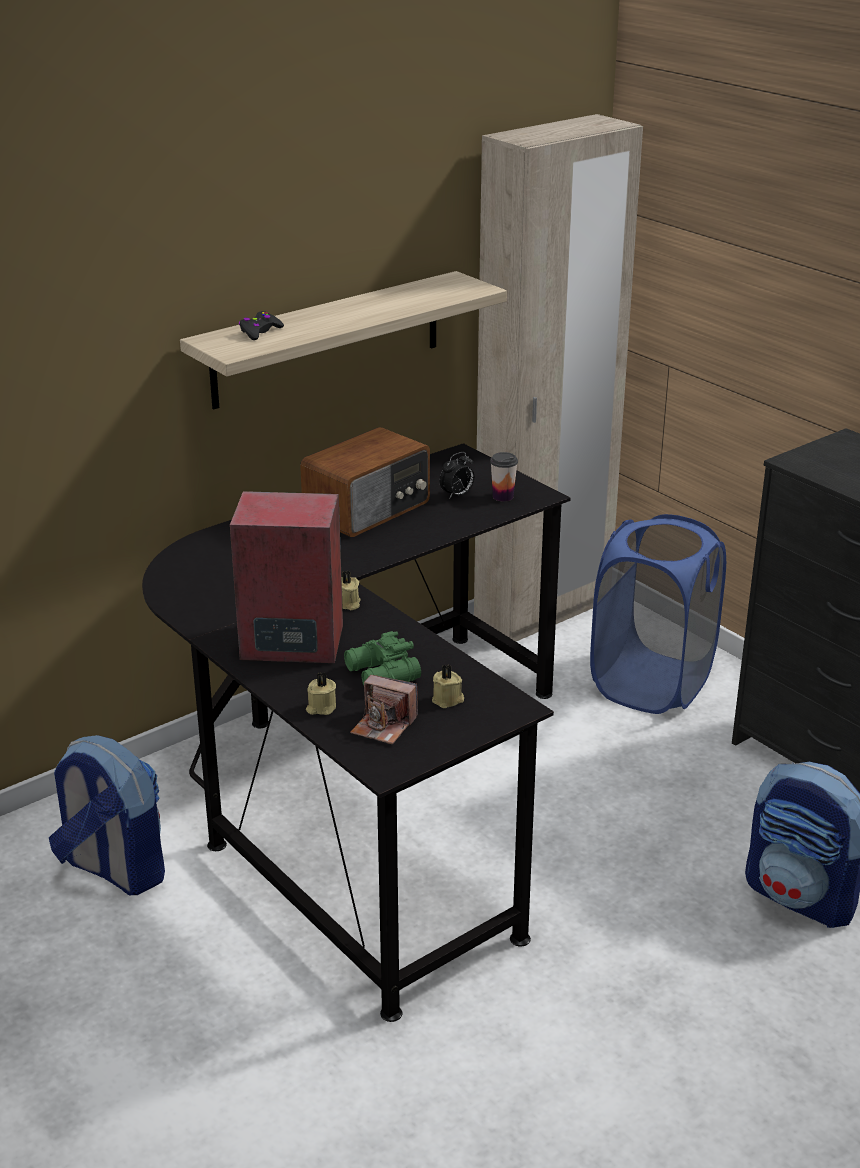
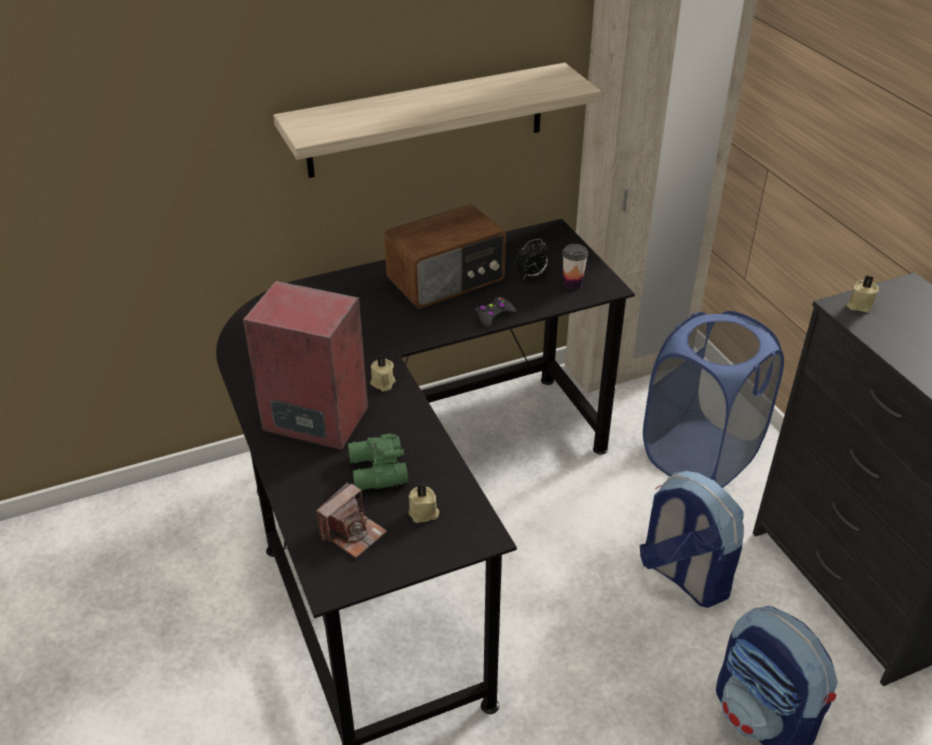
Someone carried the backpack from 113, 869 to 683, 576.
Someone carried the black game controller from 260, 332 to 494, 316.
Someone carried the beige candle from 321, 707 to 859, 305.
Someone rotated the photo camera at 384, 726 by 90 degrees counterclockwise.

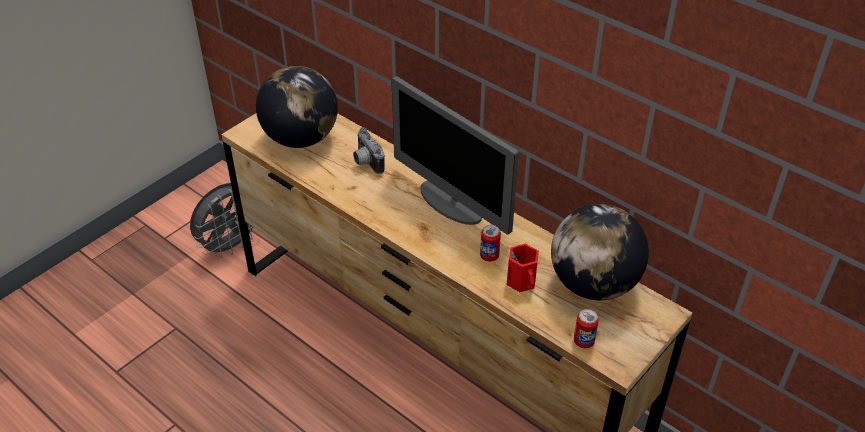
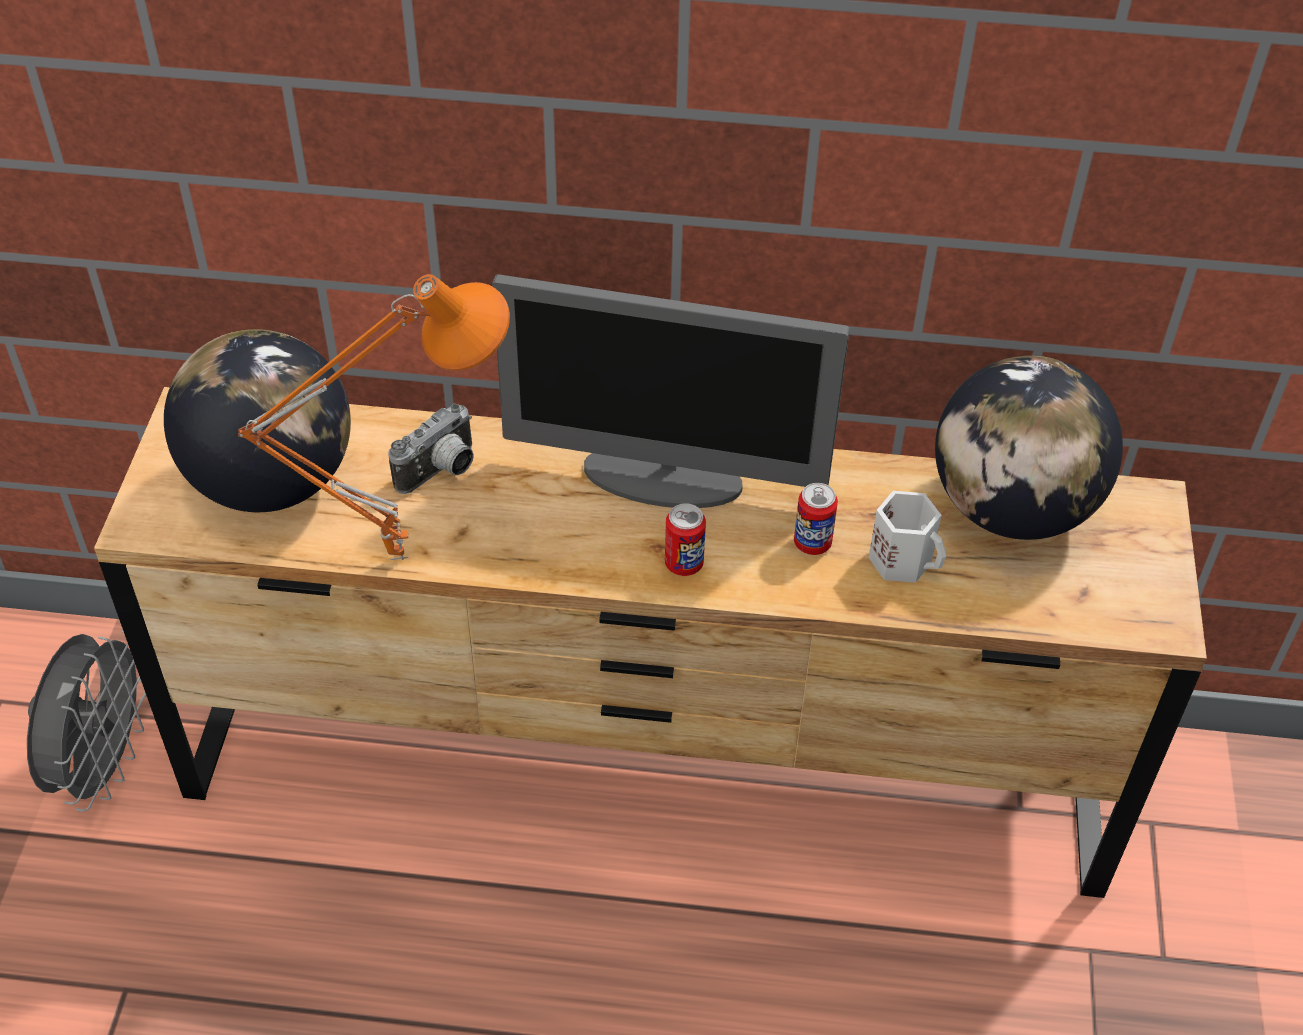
Someone rotated the photo camera at 366, 162 by 75 degrees counterclockwise.
Someone repainted the red mug at 522, 281, which became the white mug at 903, 560.
Someone carried the can from 583, 341 to 684, 564.
Someone put down the orange table lamp at 398, 553.

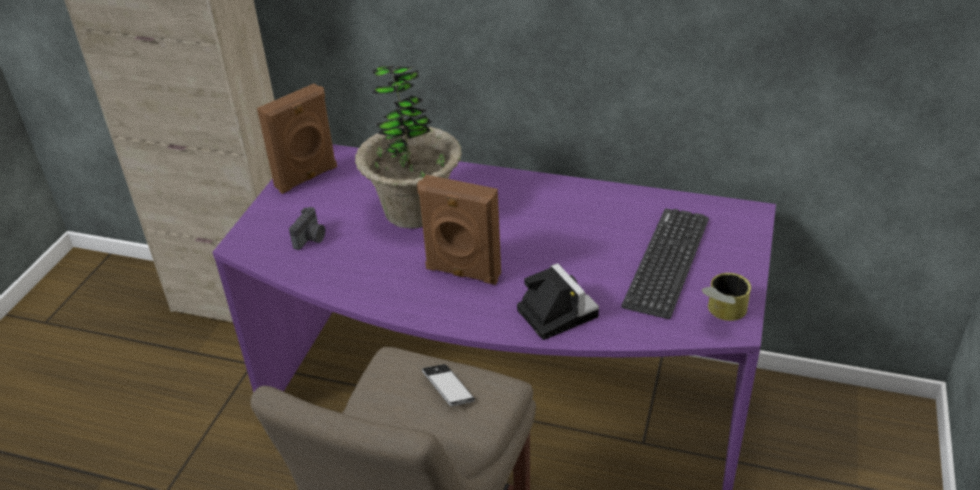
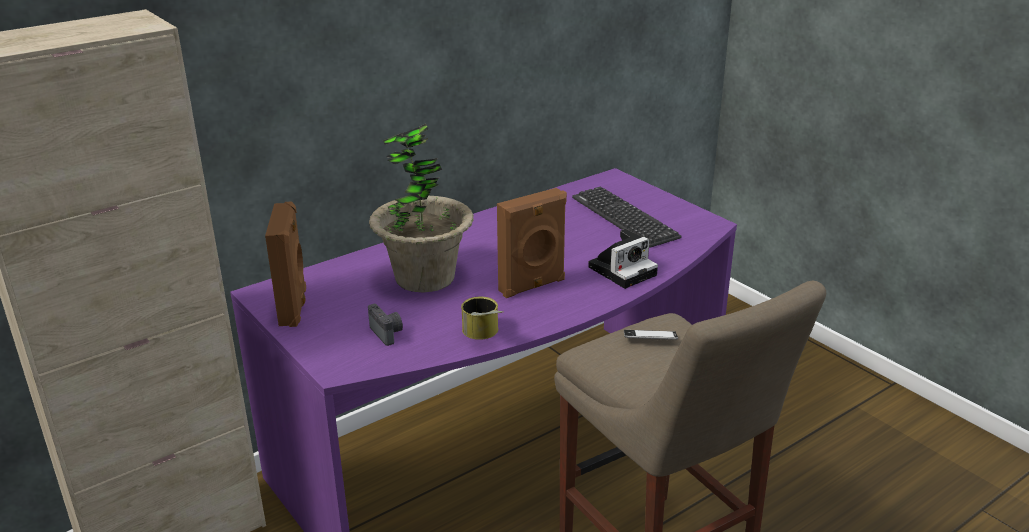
Someone rotated the photo camera at 554, 312 by 135 degrees clockwise.
Someone carried the can from 721, 314 to 482, 335.

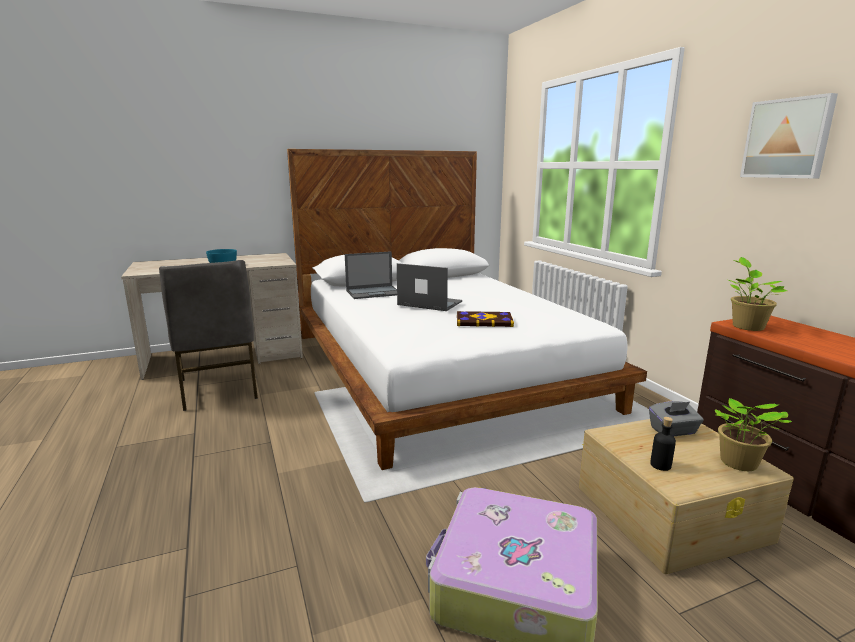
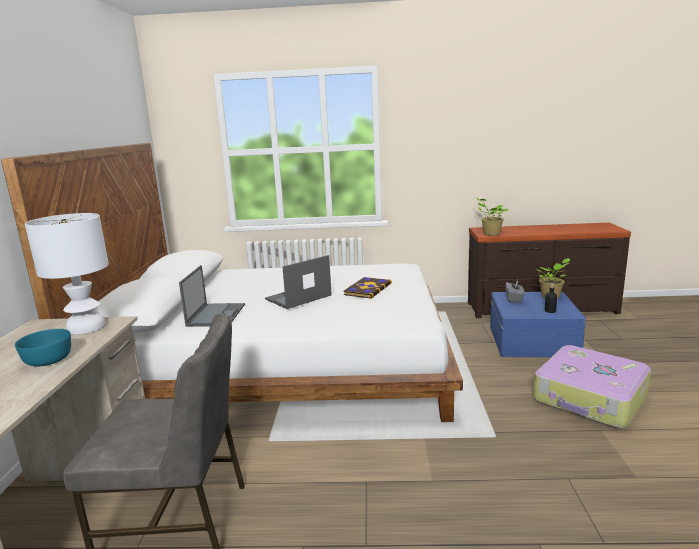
Someone repainted the beige storage box at 672, 512, which became the blue storage box at 532, 340.
Someone took away the picture at 787, 138.
Someone put down the white table lamp at 86, 327.

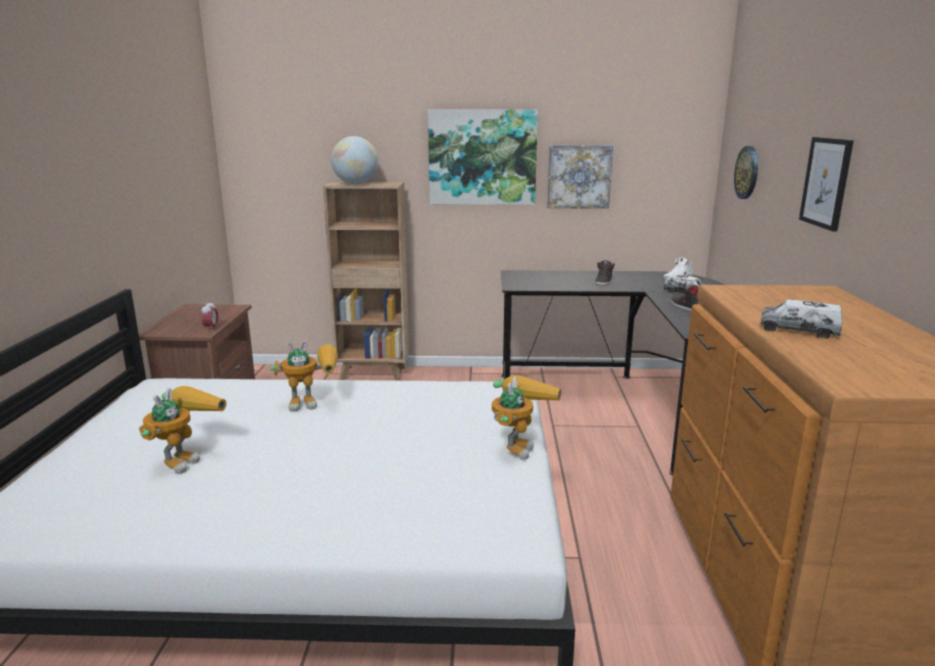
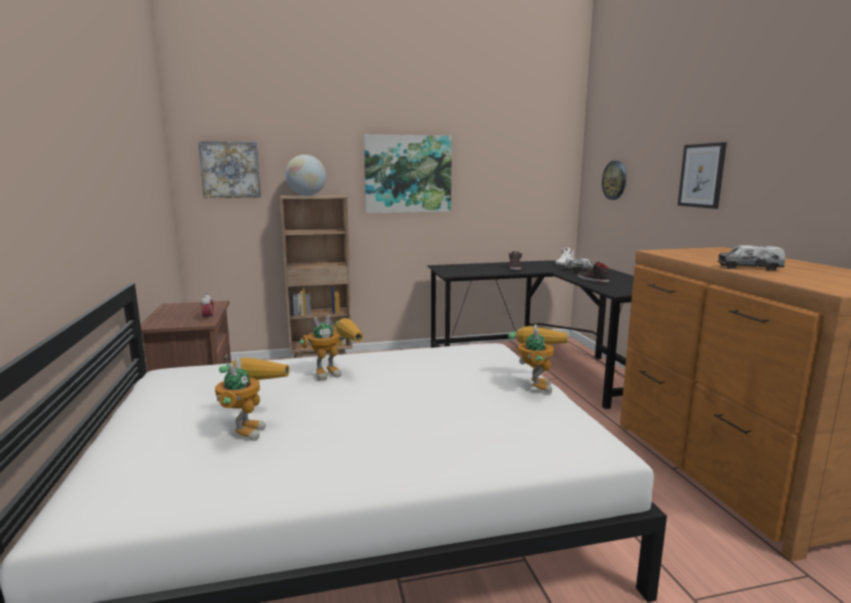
Someone carried the picture from 579, 176 to 230, 170.

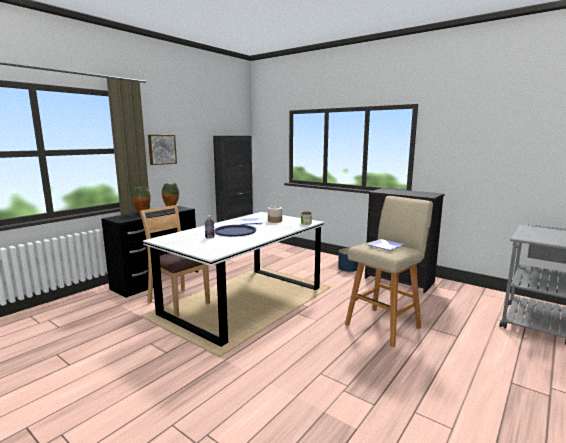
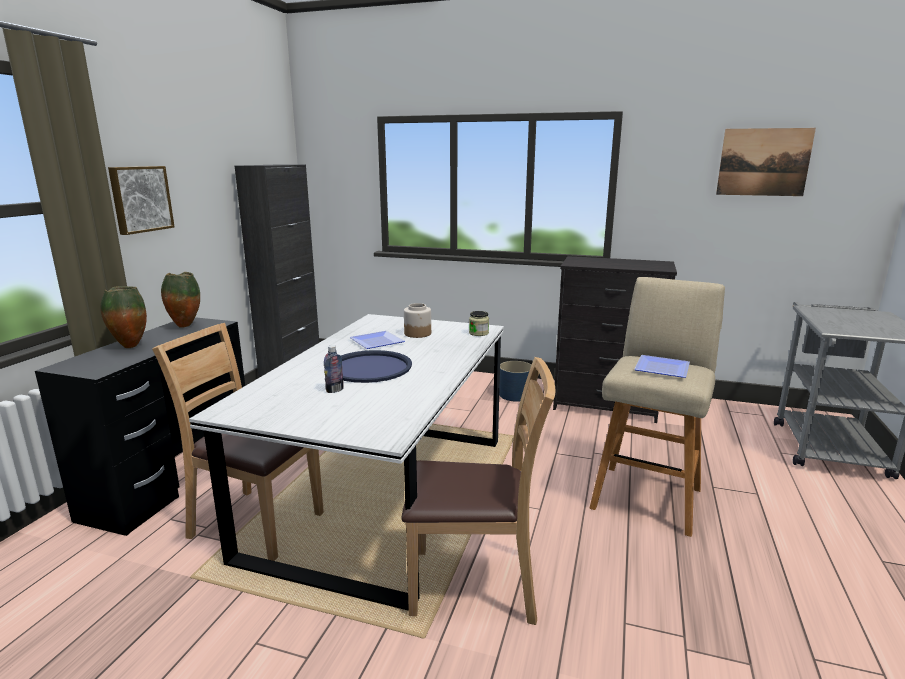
Someone put down the brown chair at 475, 583.
Someone put up the picture at 763, 162.

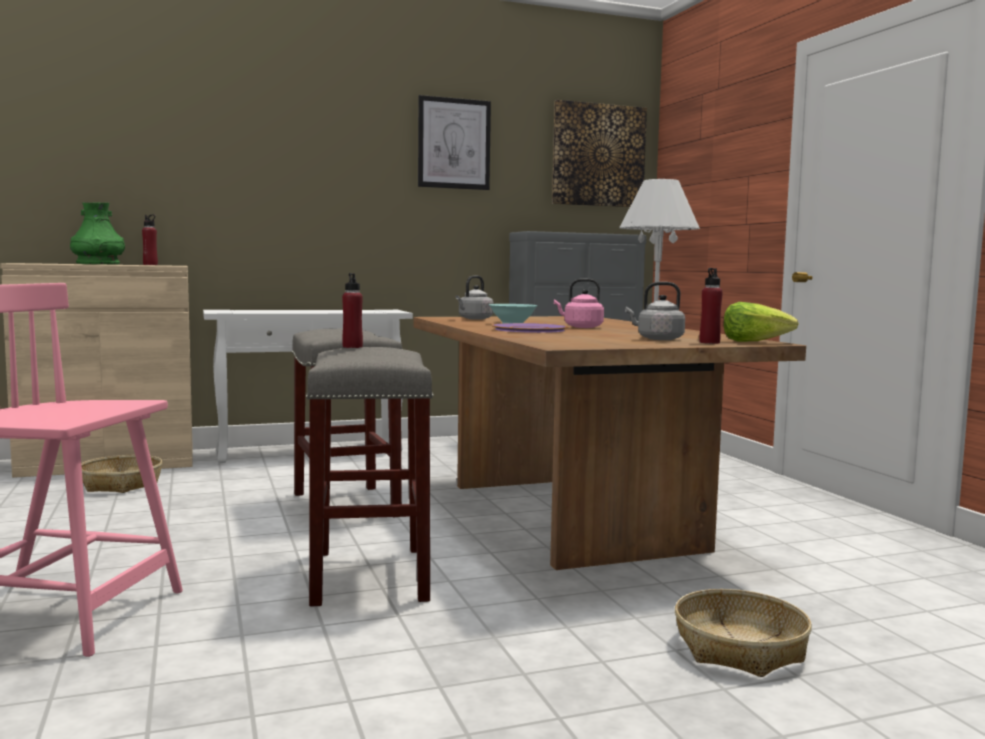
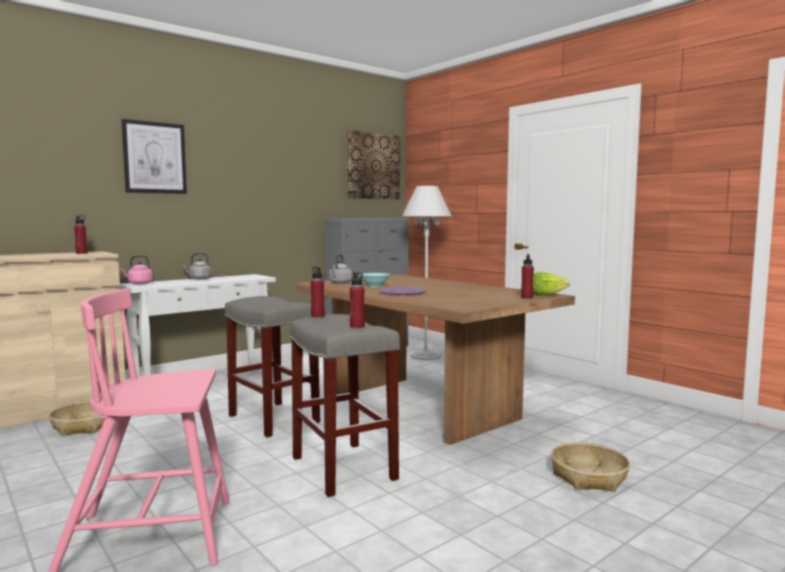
Someone took away the green vase at 98, 264.
Someone carried the picture from 454, 143 to 155, 158.
Someone carried the pink kettle from 581, 327 to 139, 283.
Someone carried the grey kettle from 657, 339 to 199, 279.
Someone put down the red bottle at 357, 326.

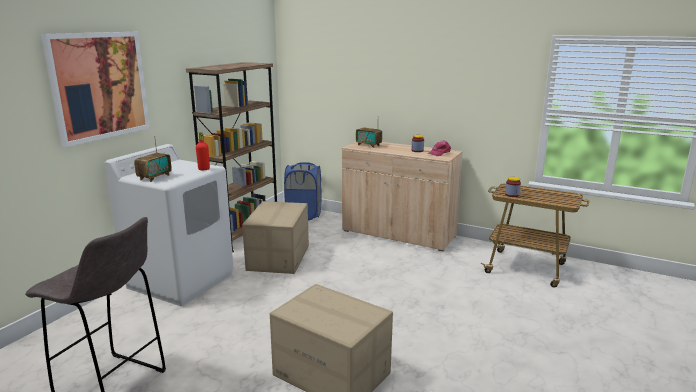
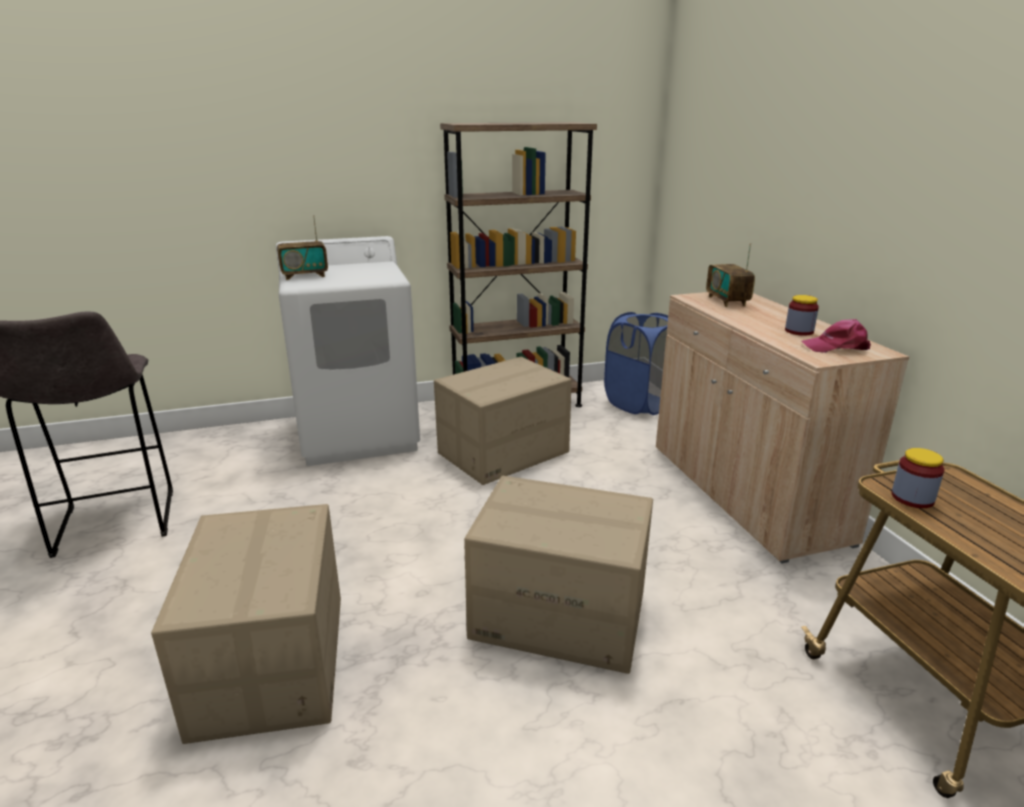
Someone took away the picture at 99, 86.
Someone took away the red bottle at 204, 169.
Someone put down the cardboard box at 559, 614.

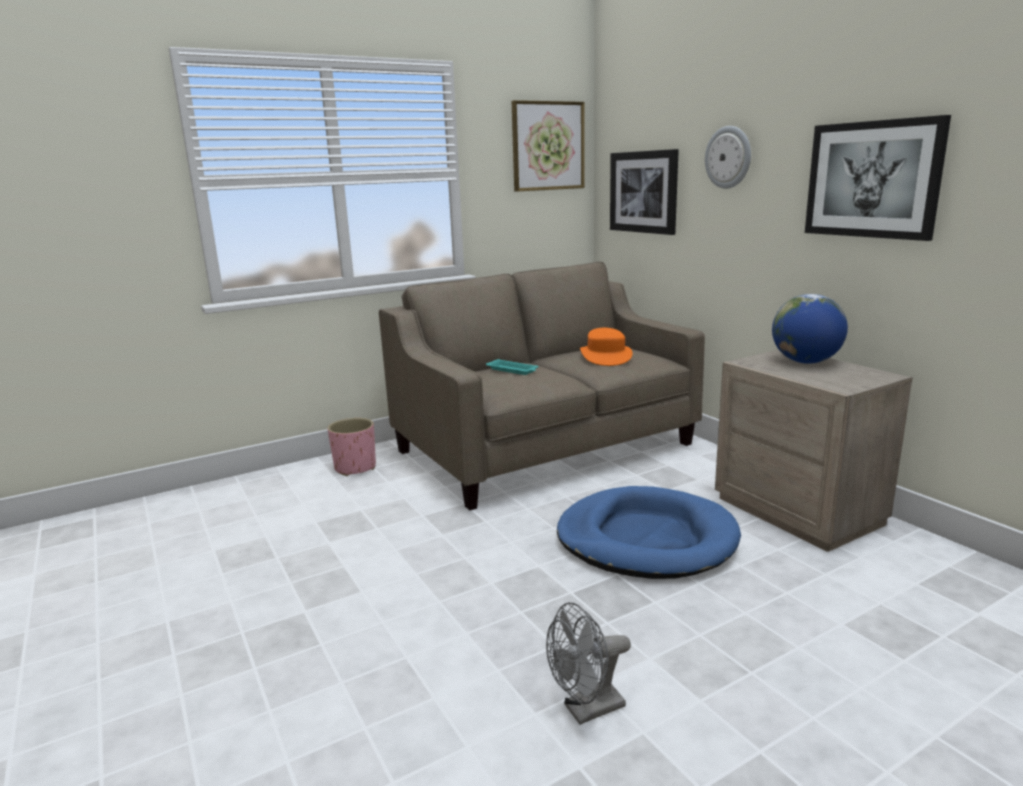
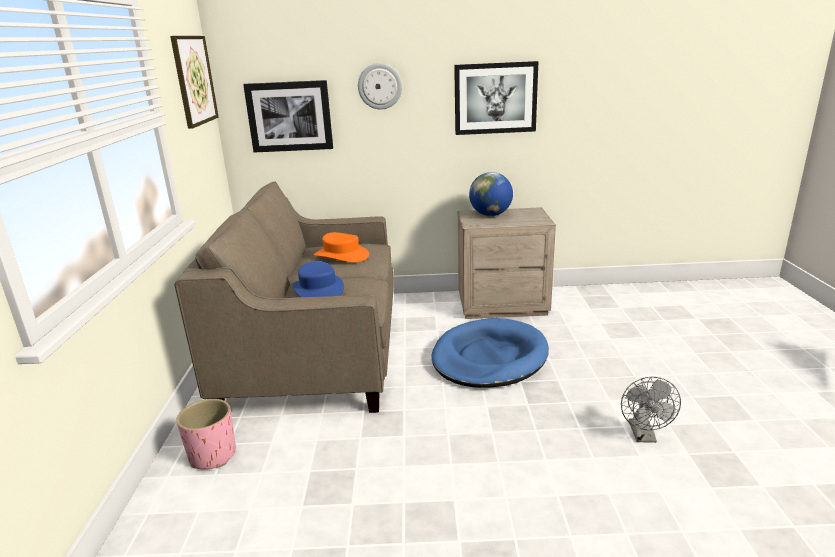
Someone swapped the turquoise tray at 513, 370 for the blue hat at 318, 290.

